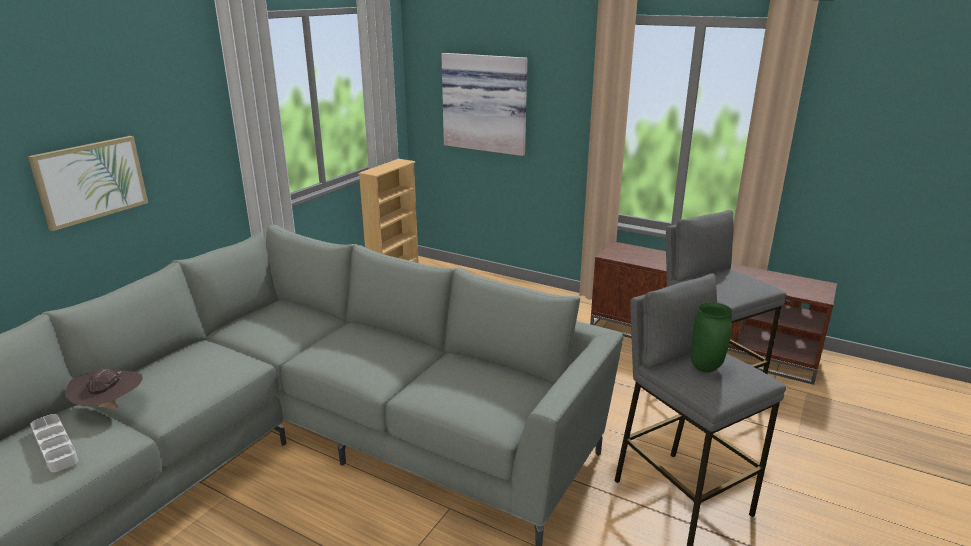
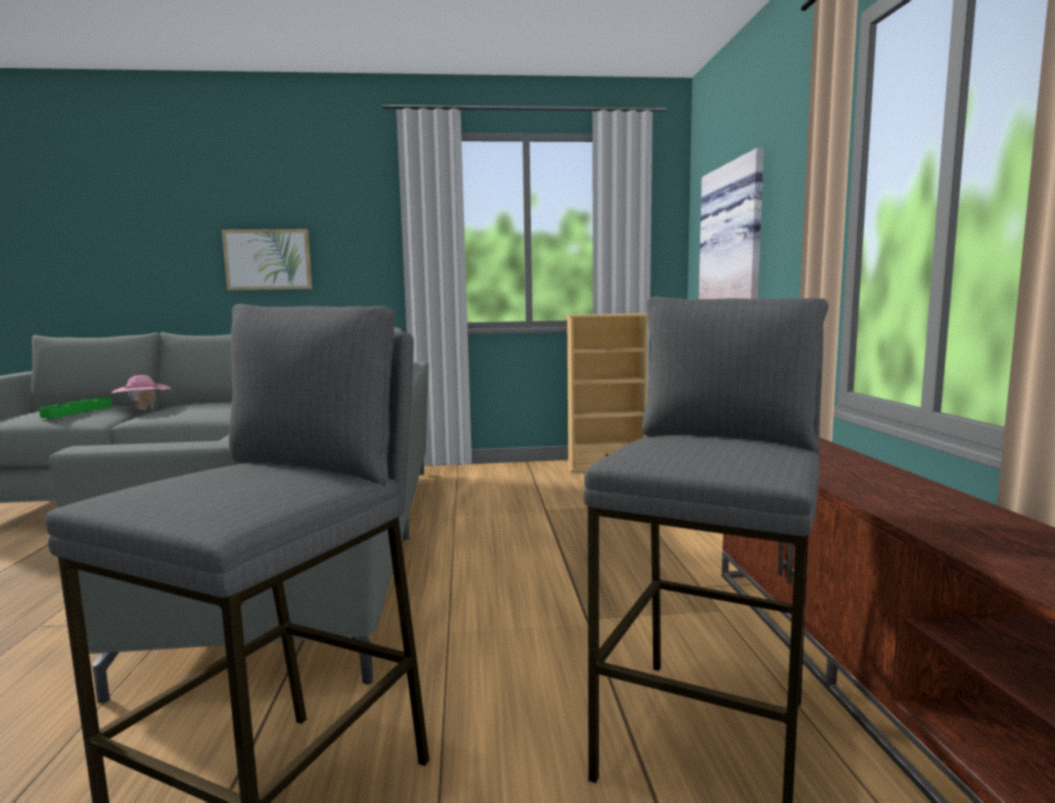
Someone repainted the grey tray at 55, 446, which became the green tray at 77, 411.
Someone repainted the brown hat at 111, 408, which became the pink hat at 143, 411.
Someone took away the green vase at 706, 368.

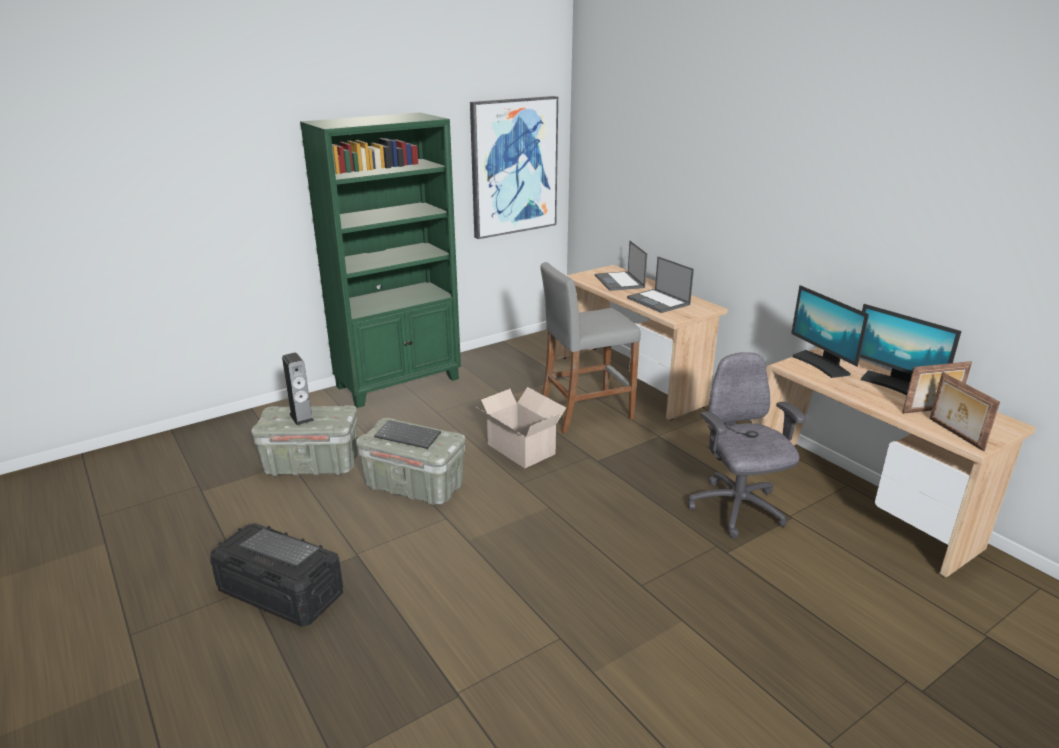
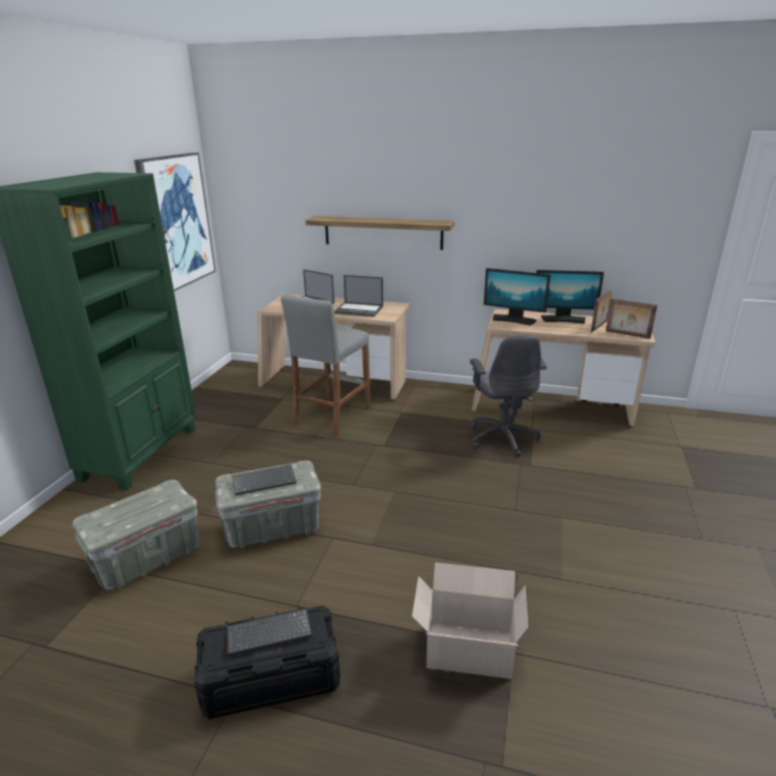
Someone took away the speaker at 301, 417.
Someone carried the cardboard box from 520, 448 to 466, 648.
Someone rotated the grey office chair at 737, 509 by 135 degrees counterclockwise.
Someone put up the shelf at 383, 232.

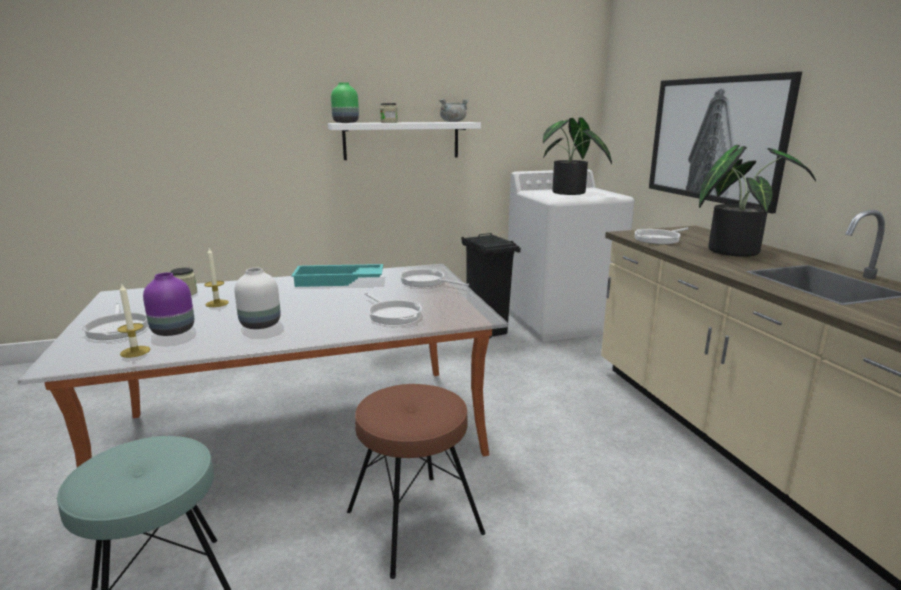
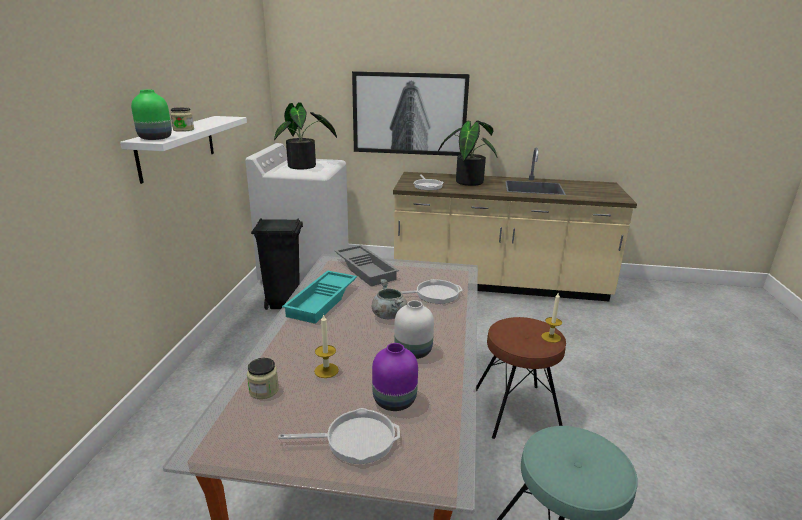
Someone carried the candle from 135, 351 to 551, 337.
Someone swapped the frying pan at 425, 282 for the grey tray at 366, 269.
Someone carried the grey cooking pot from 453, 122 to 389, 315.

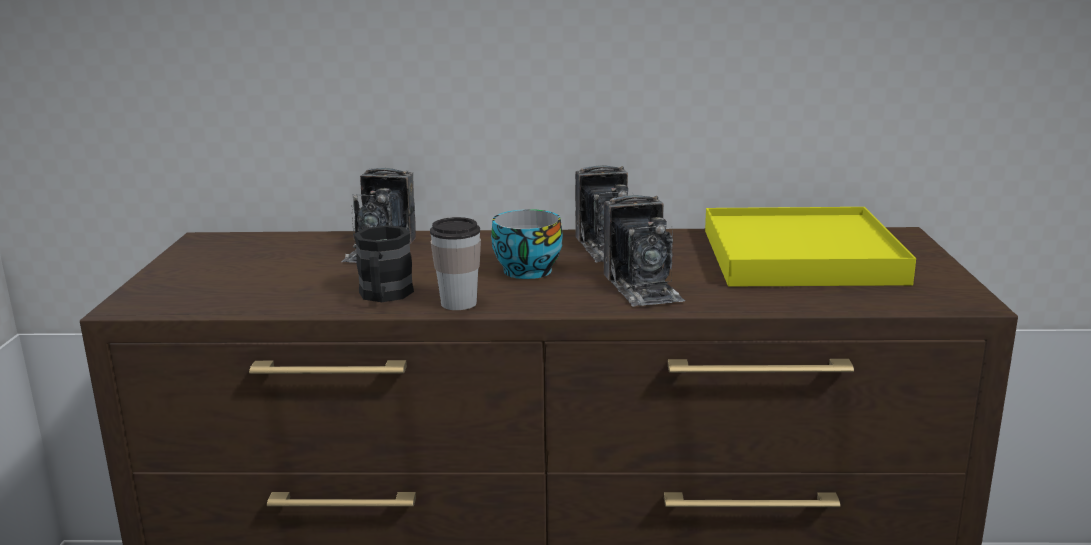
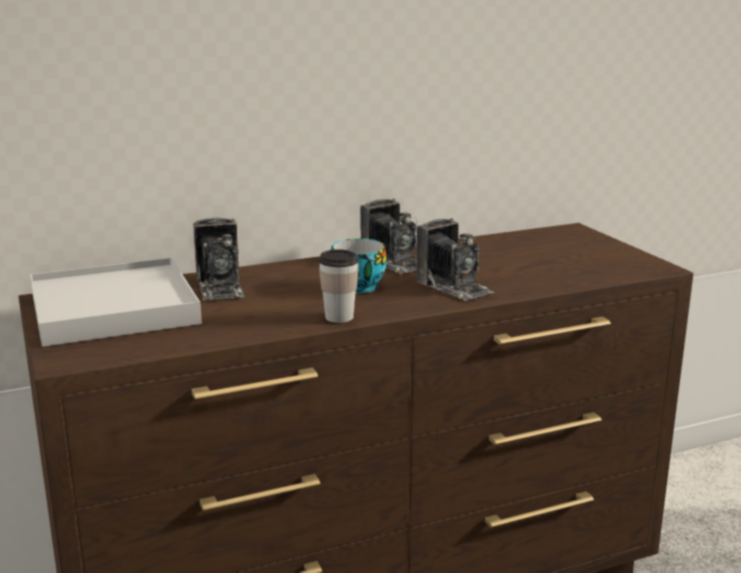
Someone took away the black mug at 384, 296.
Someone took away the yellow tray at 799, 256.
Someone put down the white tray at 114, 309.

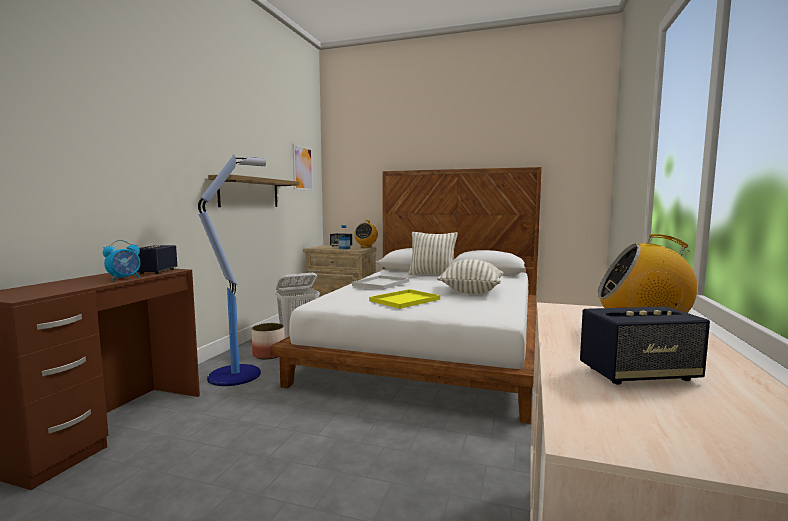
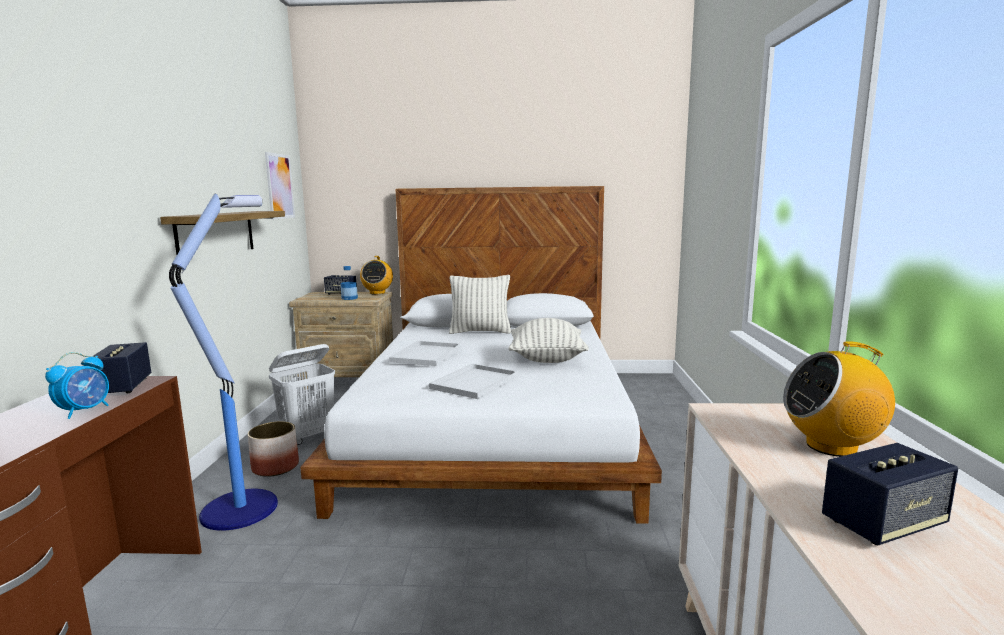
Someone repainted the yellow tray at 404, 300, which became the white tray at 474, 383.

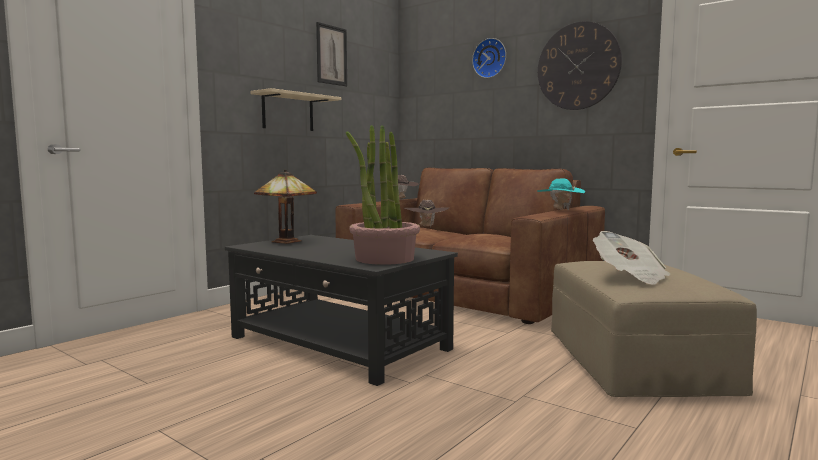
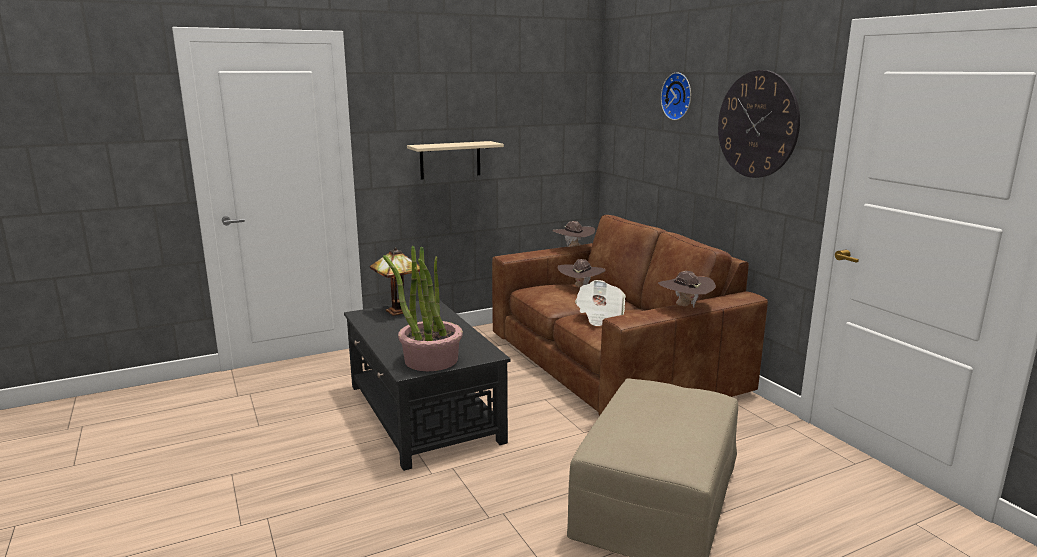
Someone took away the picture at 331, 55.
Someone repainted the turquoise hat at 559, 210, which became the brown hat at 684, 306.
Someone carried the newspaper from 630, 276 to 600, 316.

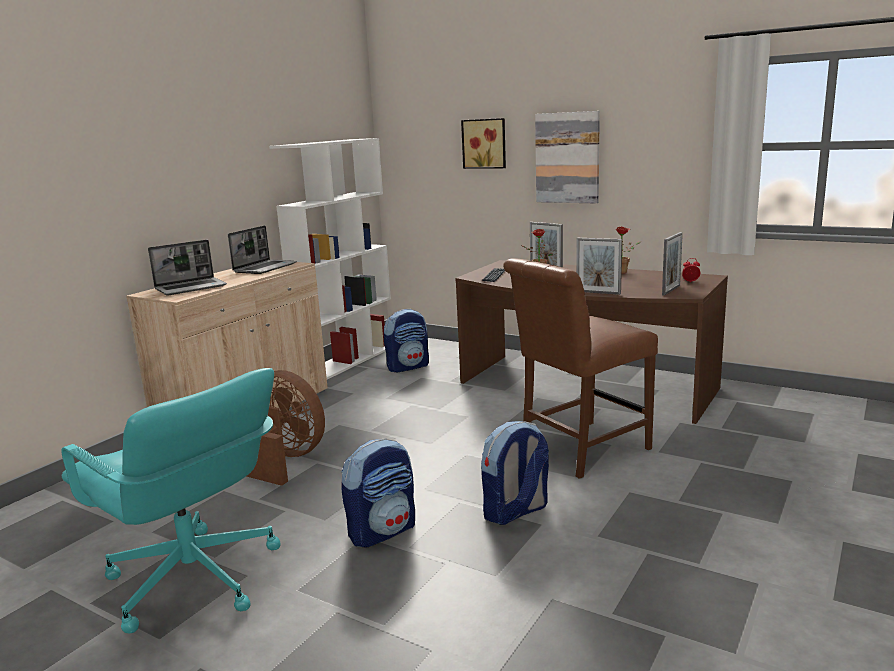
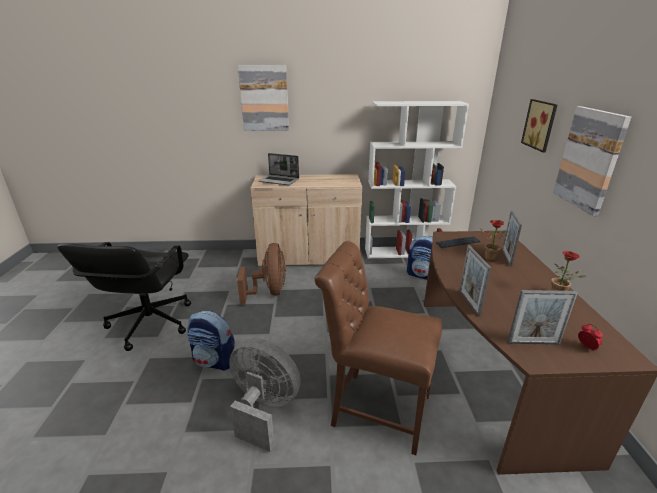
Someone repainted the turquoise office chair at 193, 580, which became the black office chair at 149, 323.
Someone took away the laptop at 265, 268.
Someone swapped the backpack at 515, 512 for the grey fan at 264, 409.
Someone put up the picture at 264, 98.

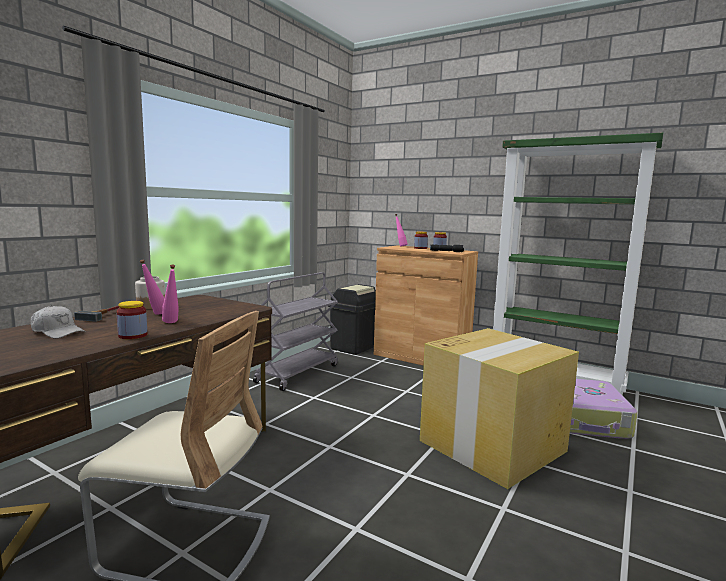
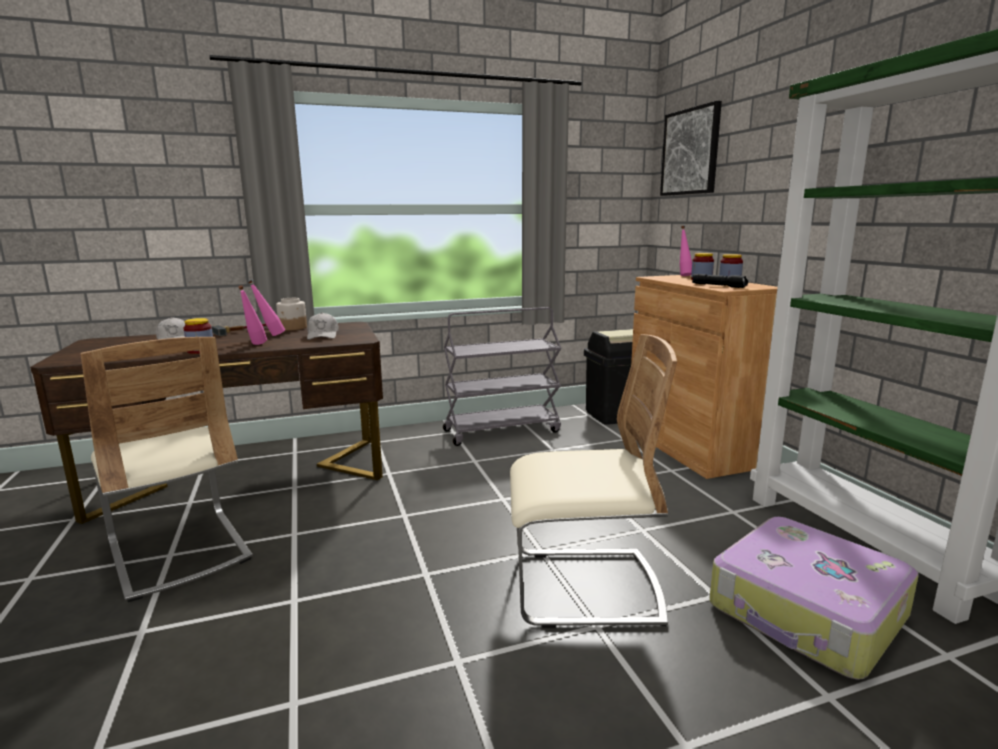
Someone swapped the cardboard box at 493, 445 for the beige chair at 584, 587.
Someone put down the white cap at 323, 335.
Someone put up the picture at 690, 152.

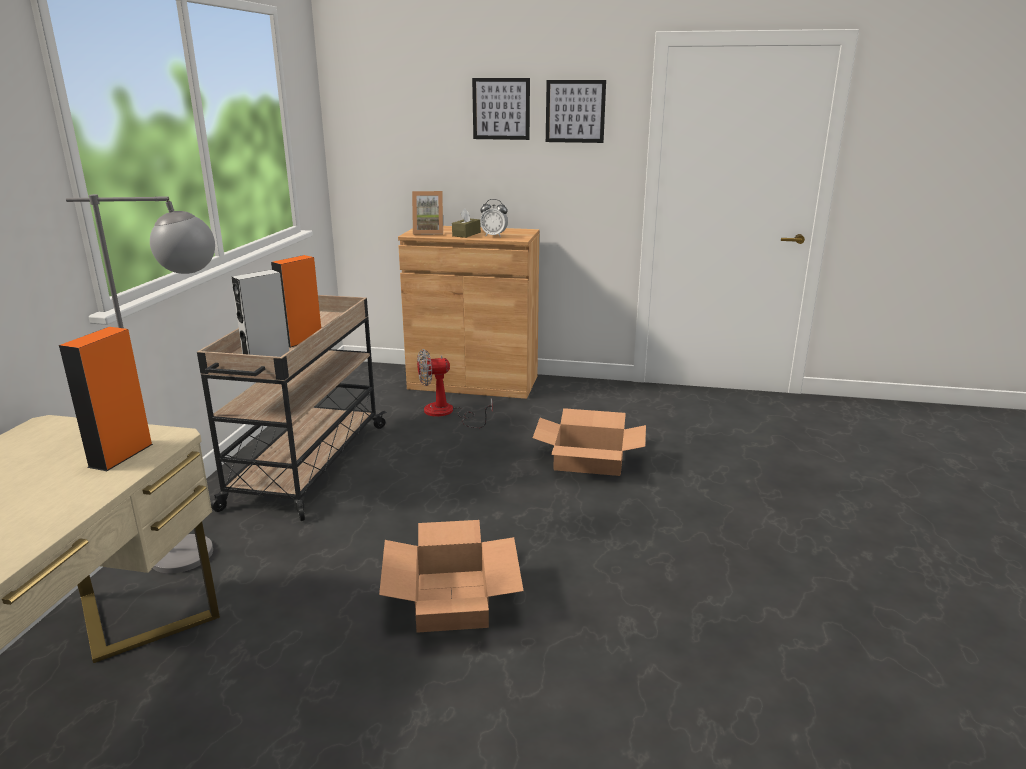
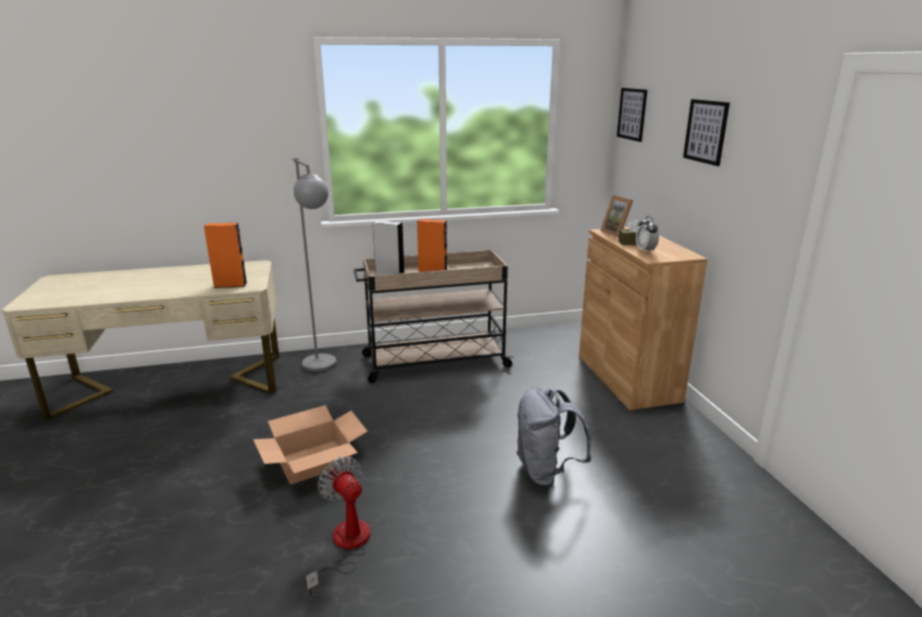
Someone carried the fan from 447, 413 to 345, 546.
Someone swapped the cardboard box at 589, 461 for the grey backpack at 546, 472.
Someone carried the picture from 575, 111 to 632, 114.

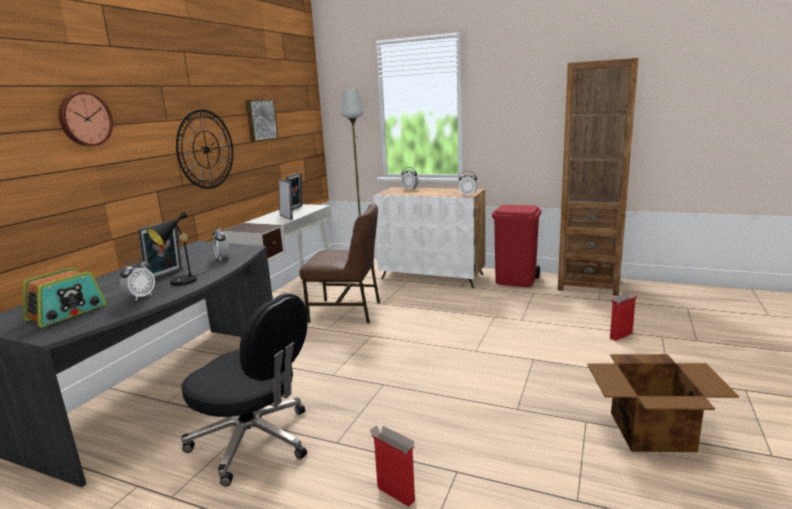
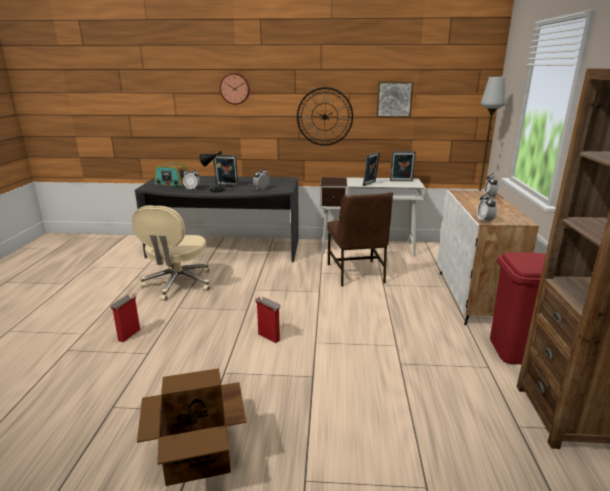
Someone repainted the black office chair at 254, 441, which became the beige office chair at 178, 284.
Someone carried the cardboard box from 621, 336 to 269, 337.

